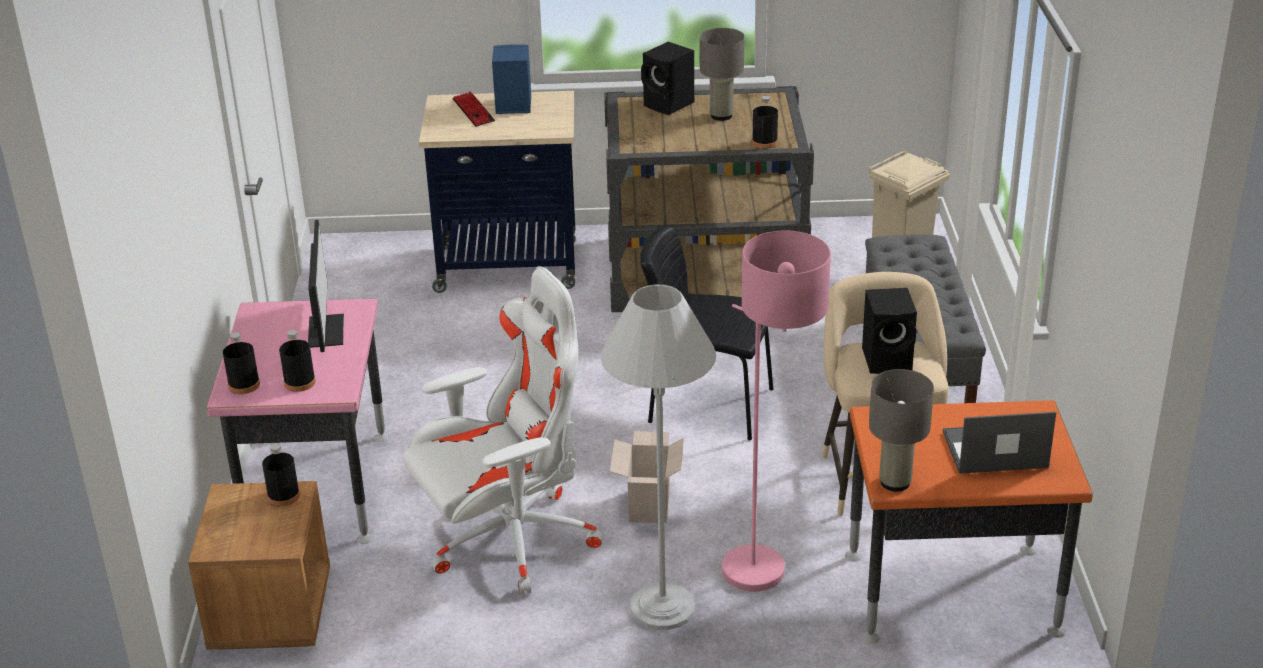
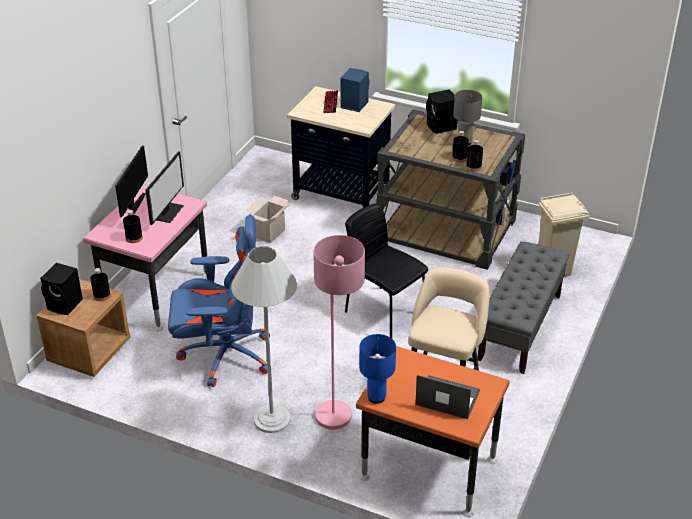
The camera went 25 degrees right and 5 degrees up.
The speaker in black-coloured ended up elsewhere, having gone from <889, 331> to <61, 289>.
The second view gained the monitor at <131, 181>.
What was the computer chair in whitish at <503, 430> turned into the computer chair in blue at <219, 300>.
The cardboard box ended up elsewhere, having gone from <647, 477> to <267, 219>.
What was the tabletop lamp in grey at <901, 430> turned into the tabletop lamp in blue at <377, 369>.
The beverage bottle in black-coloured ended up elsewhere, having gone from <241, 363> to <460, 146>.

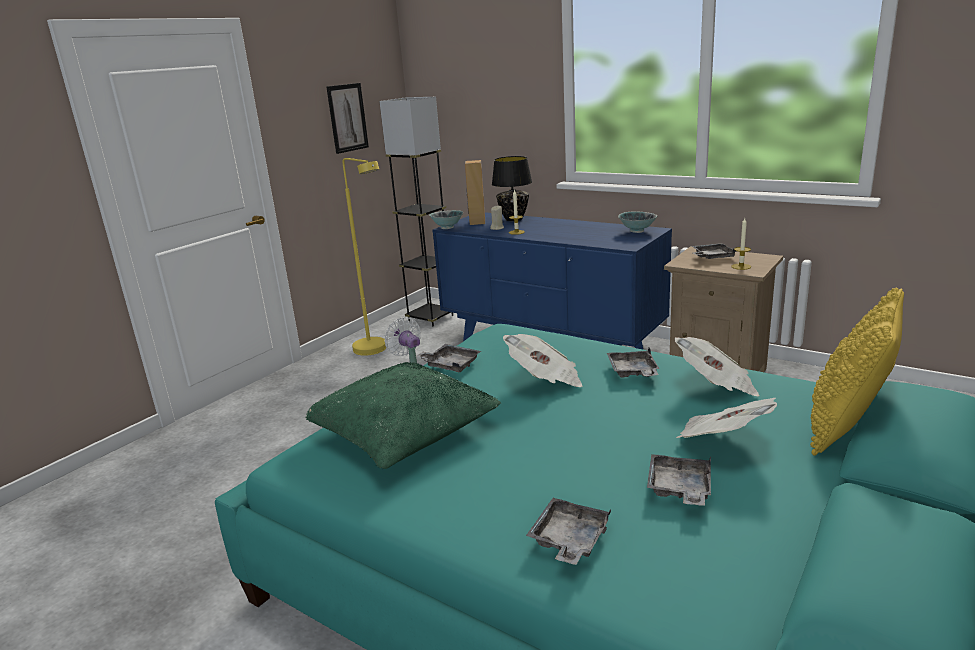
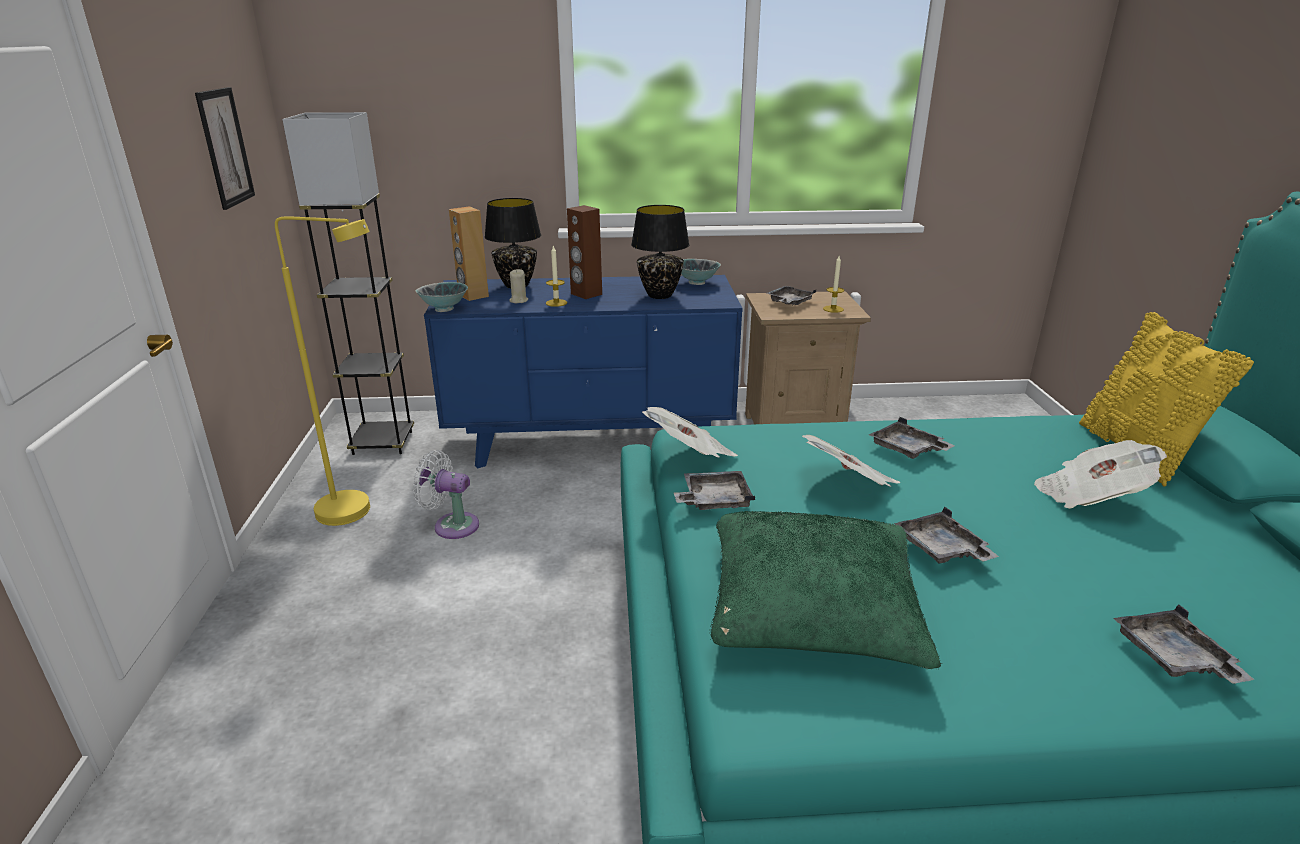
The camera went 40 degrees left and 5 degrees up.
The second view gained the speaker in brown at <584, 252>.
The second view gained the tabletop lamp in black-coloured at <660, 252>.
The printed paper ended up elsewhere, having gone from <717, 366> to <690, 432>.
The carrying tray in grey ended up elsewhere, having gone from <679, 480> to <946, 535>.

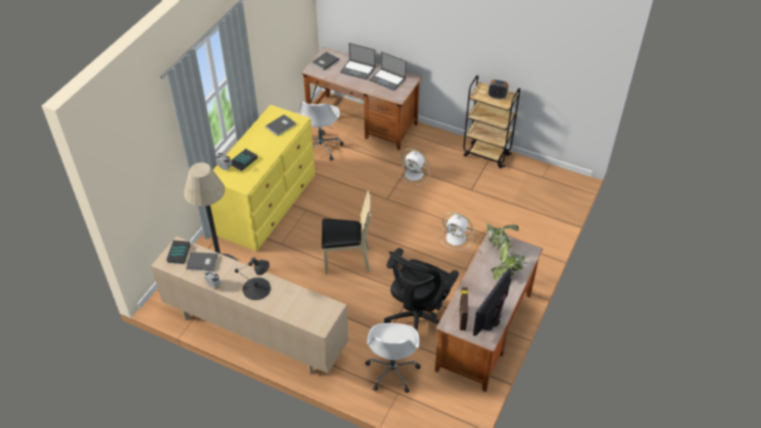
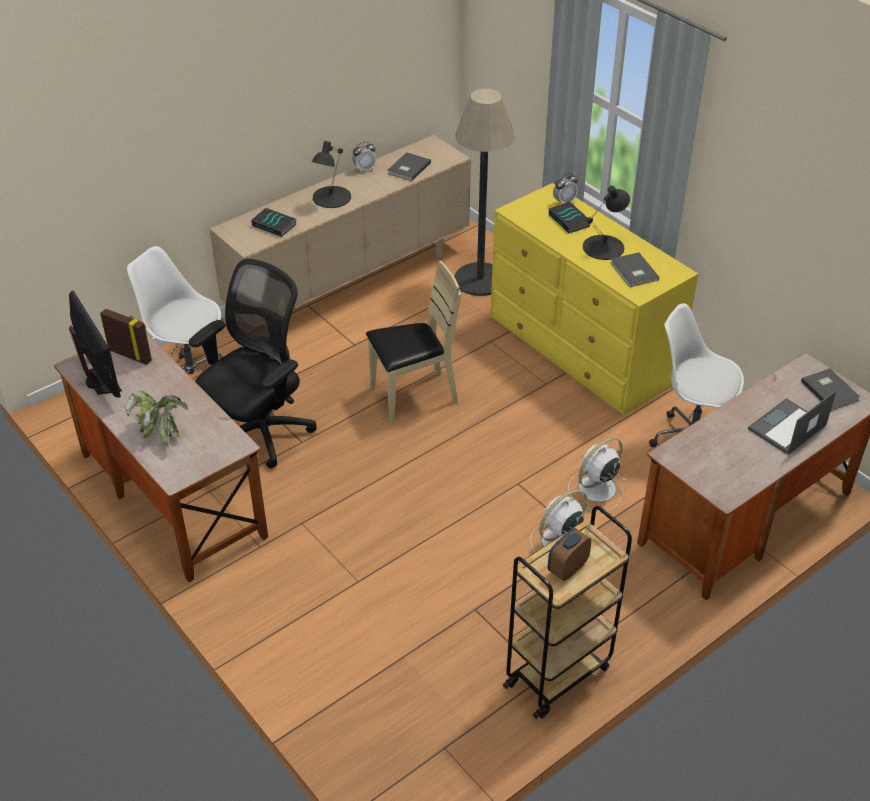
The camera went 115 degrees right and 5 degrees down.
The computer chair in black-coloured at <421, 296> ended up facing another way, 75 degrees clockwise from before.
The book ended up elsewhere, having gone from <178, 252> to <274, 222>.
The upright chair in sand-coloured at <346, 233> ended up facing another way, 135 degrees counterclockwise from before.
The electric fan in whitish ended up elsewhere, having gone from <457, 231> to <597, 474>.
The second view gained the tabletop lamp in black-coloured at <606, 223>.
The second view lost the laptop at <387, 71>.
The second view lost the houseplant at <502, 238>.

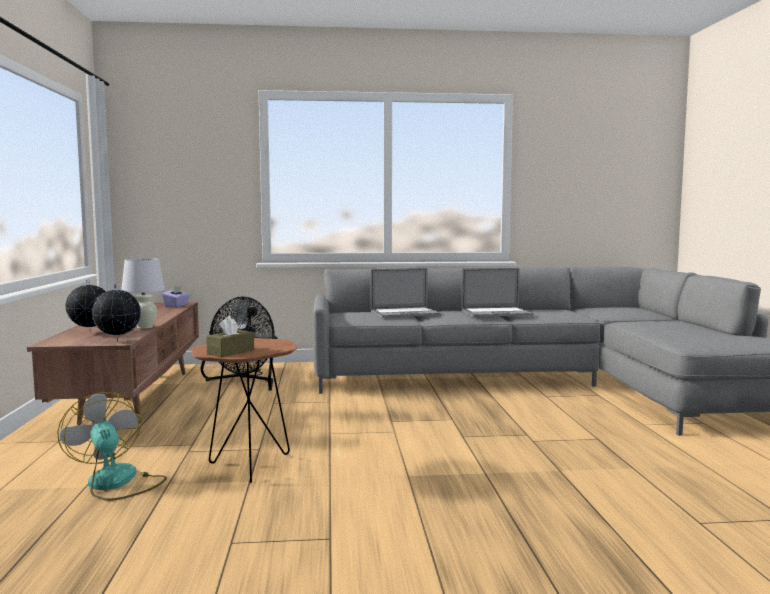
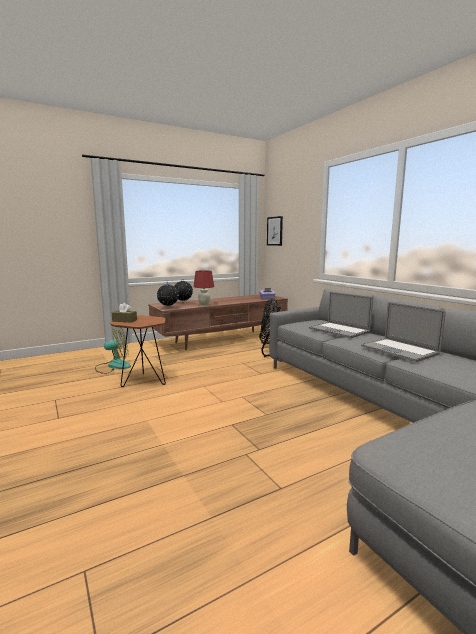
The camera went 65 degrees right and 5 degrees up.
The electric fan at <112, 446> ended up facing another way, 45 degrees clockwise from before.
What was the tabletop lamp in whitish at <143, 293> turned into the tabletop lamp in red at <204, 288>.
The second view gained the wall picture at <275, 231>.

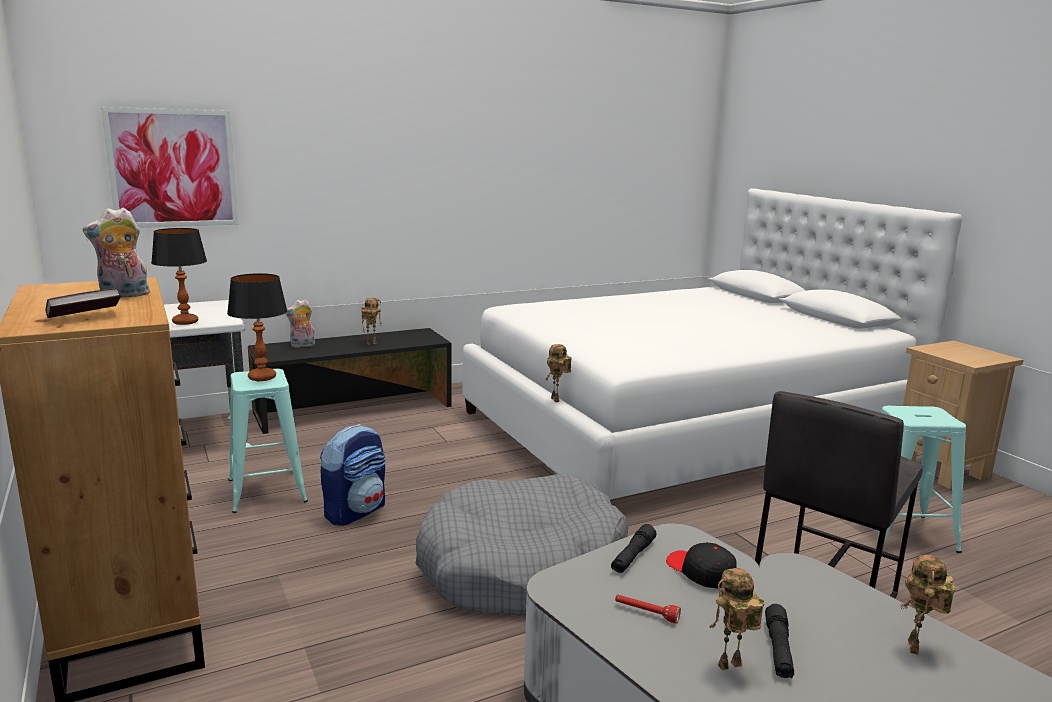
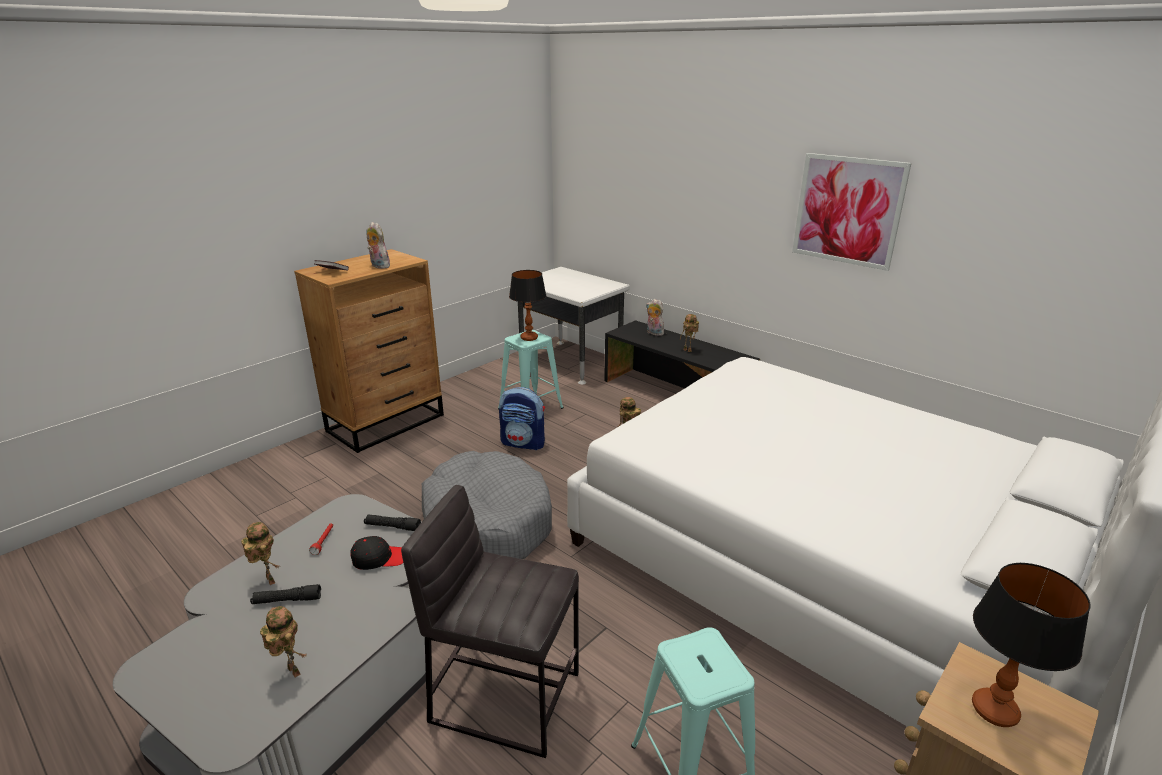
The camera went 70 degrees right and 10 degrees up.
The toy robot at <928, 604> ended up facing another way, 45 degrees clockwise from before.
The baseball cap in black-coloured at <701, 565> ended up facing another way, 45 degrees clockwise from before.
The wall picture ended up elsewhere, having gone from <170, 167> to <851, 212>.
The tabletop lamp ended up elsewhere, having gone from <179, 276> to <1031, 645>.

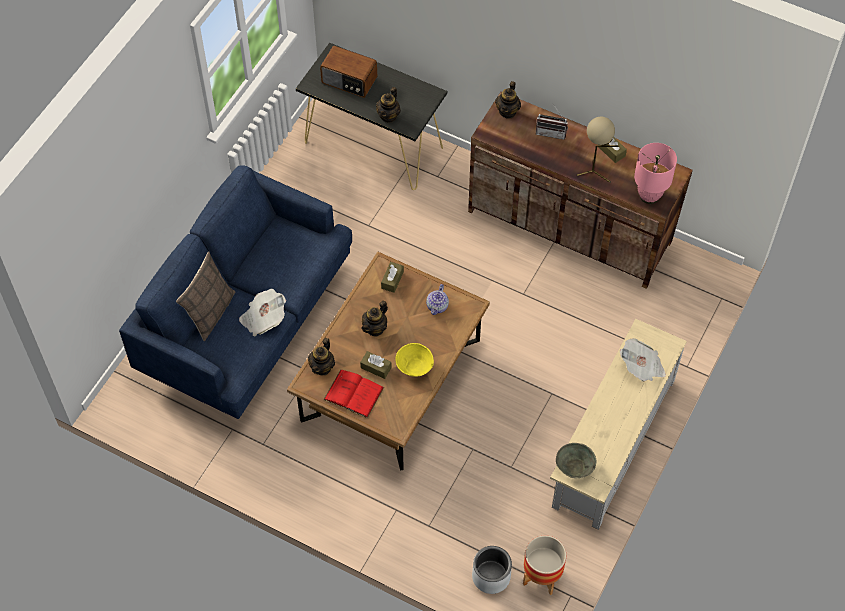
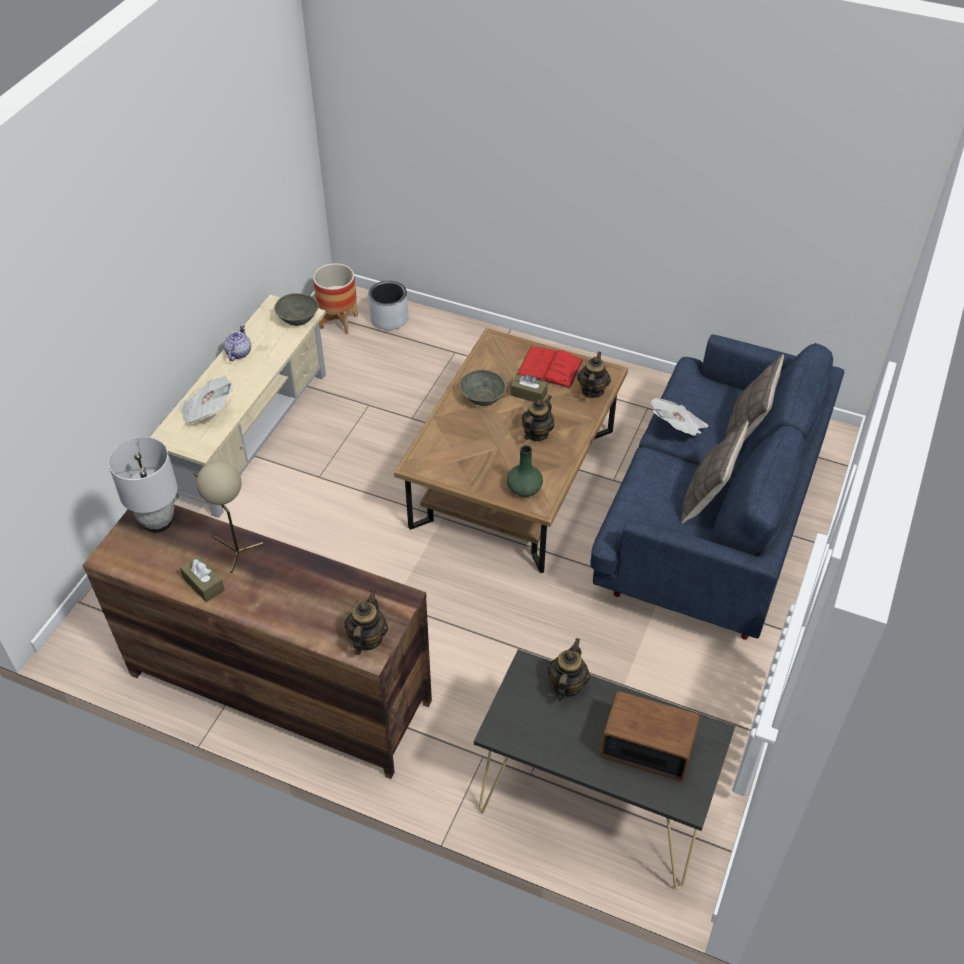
The camera went 175 degrees right and 10 degrees down.
What was the tabletop lamp in pink at <655, 173> turned into the tabletop lamp in whitish at <143, 485>.
The teapot ended up elsewhere, having gone from <437, 299> to <237, 342>.
What was the deep dish in yellowish at <414, 360> turned into the deep dish in grey at <483, 388>.
Where the tissue box in brown stood at <392, 277>, the decorative vase in greenish came to stand at <525, 471>.
The second view gained the cushion at <715, 472>.
The second view lost the radio receiver at <552, 122>.

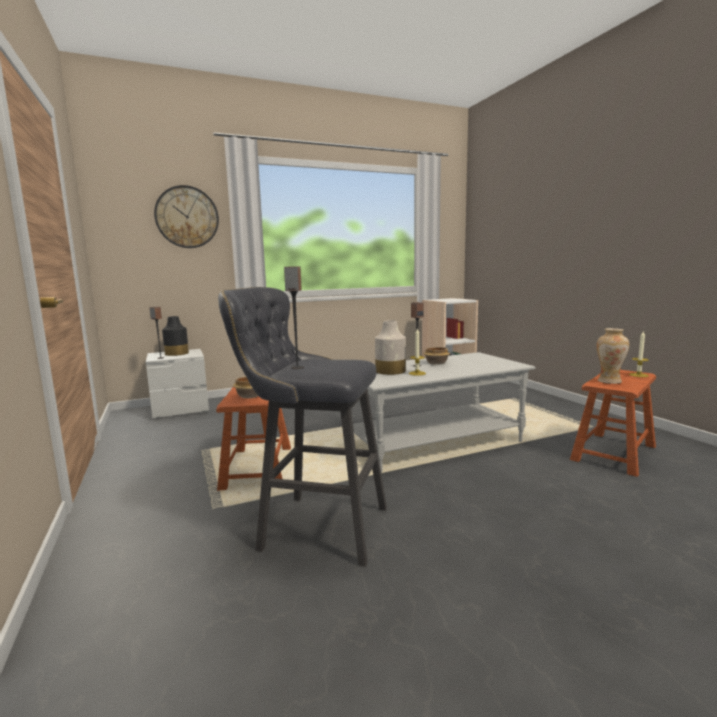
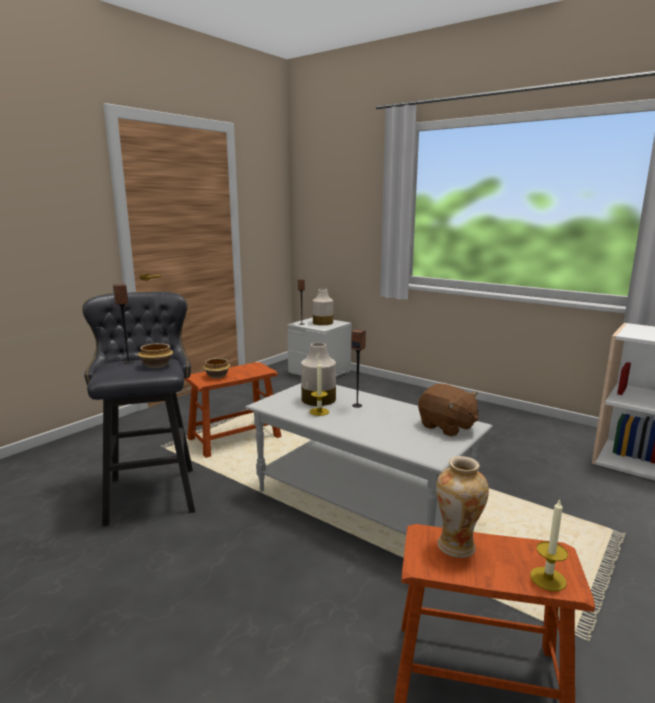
The camera went 60 degrees right and 5 degrees up.
The deep dish ended up elsewhere, having gone from <437, 356> to <155, 355>.
What was the decorative vase in black-coloured at <175, 336> turned into the decorative vase in sand-coloured at <323, 307>.
The second view gained the cuddly toy in brown at <448, 410>.
The second view lost the hanging clock at <186, 216>.

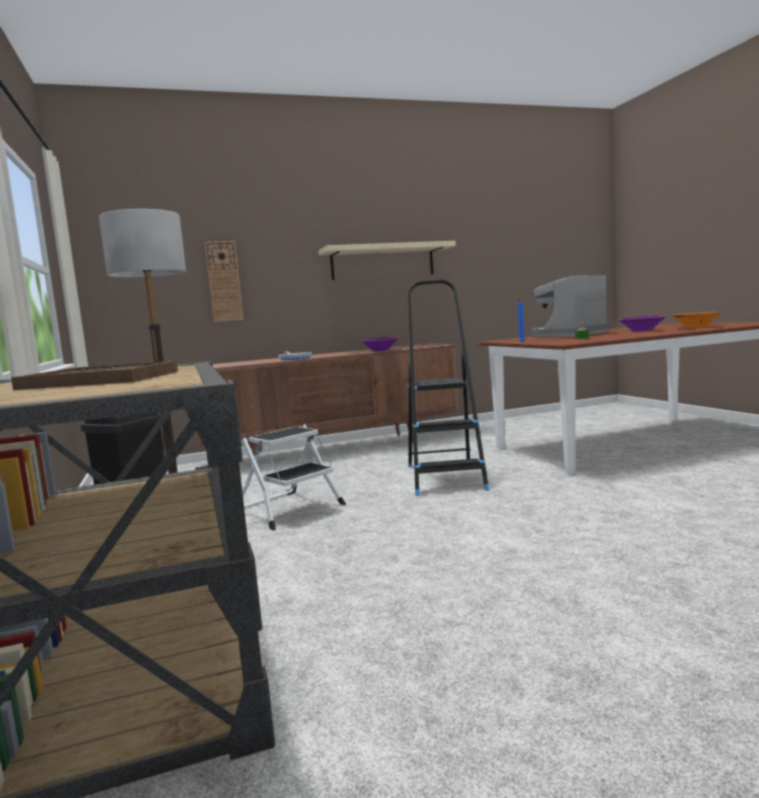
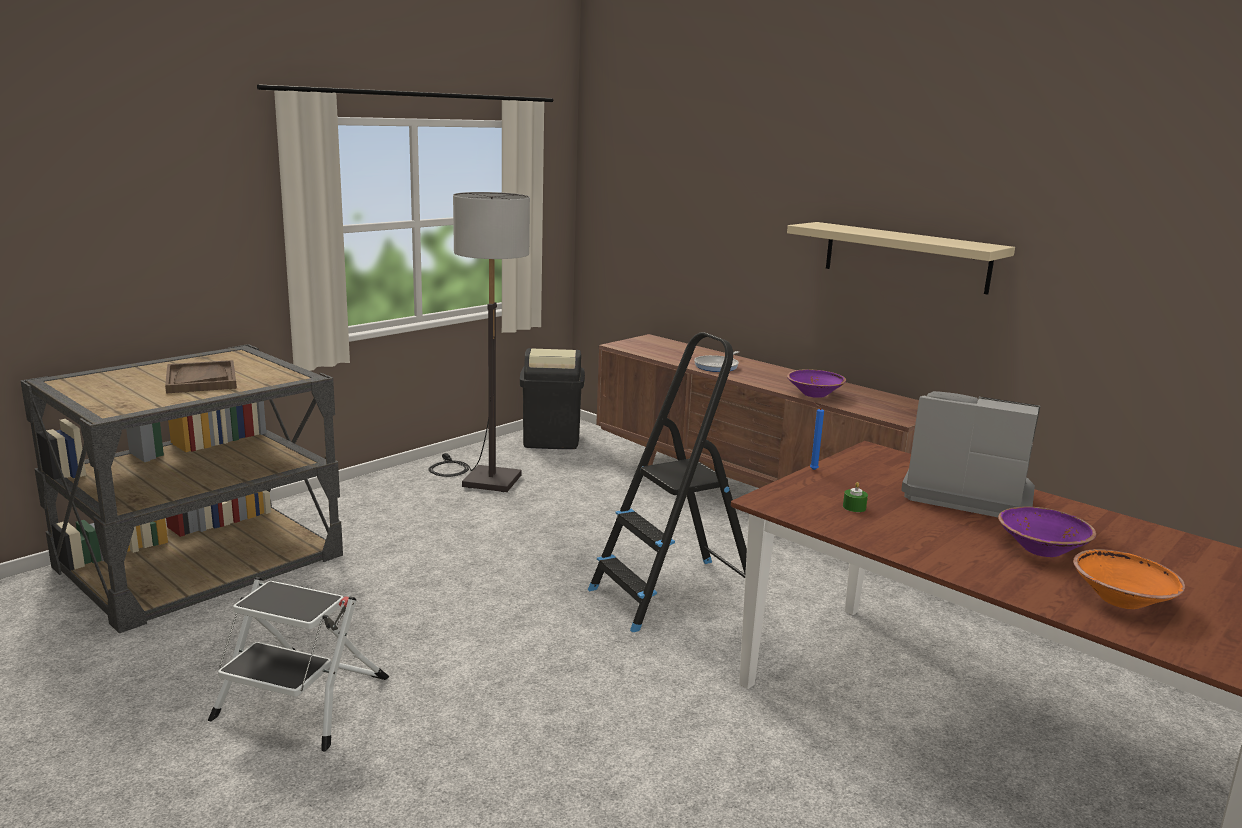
The camera went 60 degrees right and 10 degrees up.
The step stool ended up elsewhere, having gone from <293, 476> to <298, 664>.
The second view lost the hanging clock at <224, 281>.

